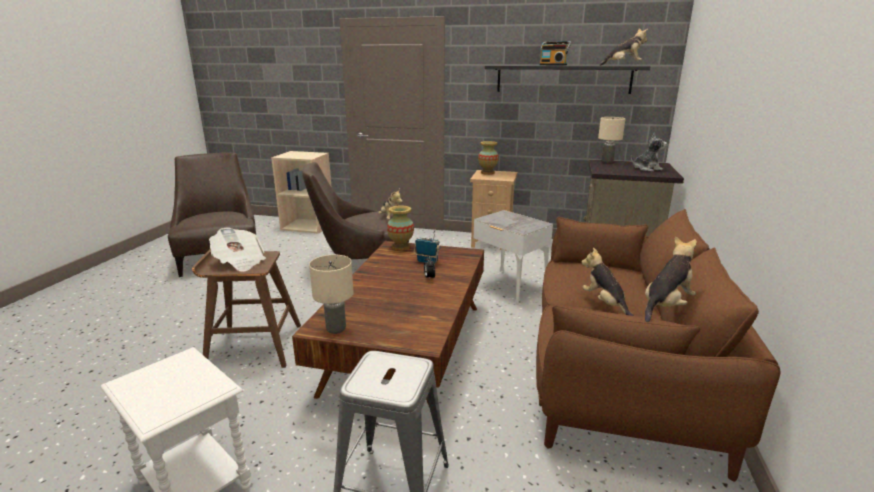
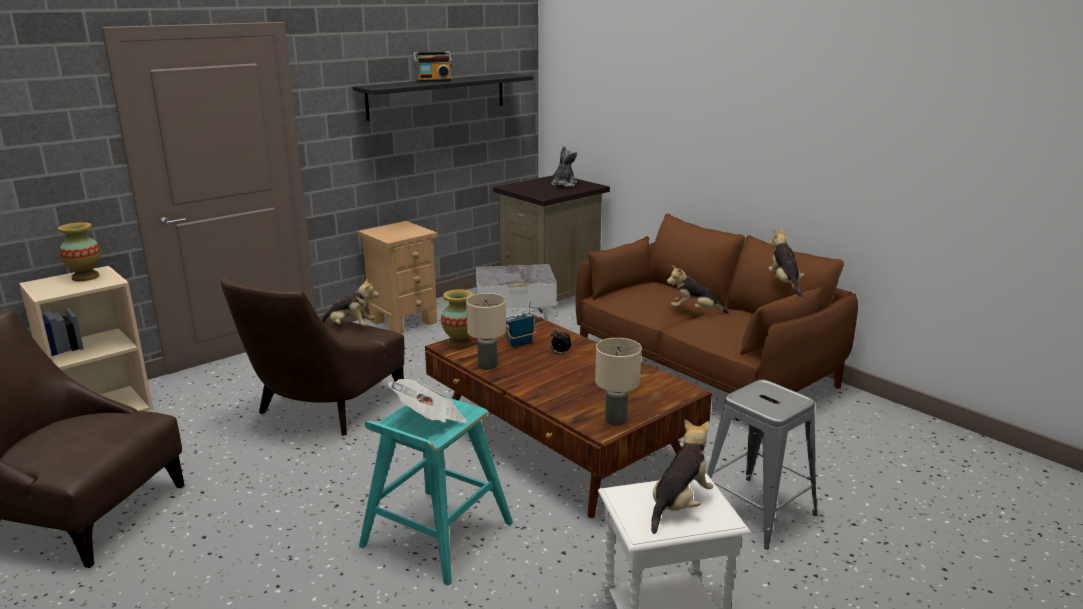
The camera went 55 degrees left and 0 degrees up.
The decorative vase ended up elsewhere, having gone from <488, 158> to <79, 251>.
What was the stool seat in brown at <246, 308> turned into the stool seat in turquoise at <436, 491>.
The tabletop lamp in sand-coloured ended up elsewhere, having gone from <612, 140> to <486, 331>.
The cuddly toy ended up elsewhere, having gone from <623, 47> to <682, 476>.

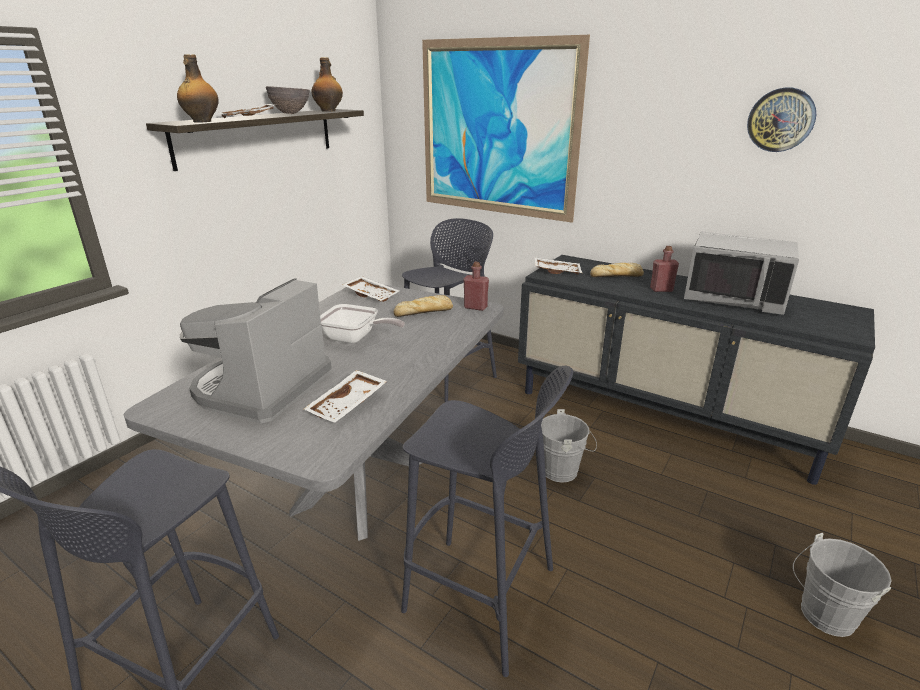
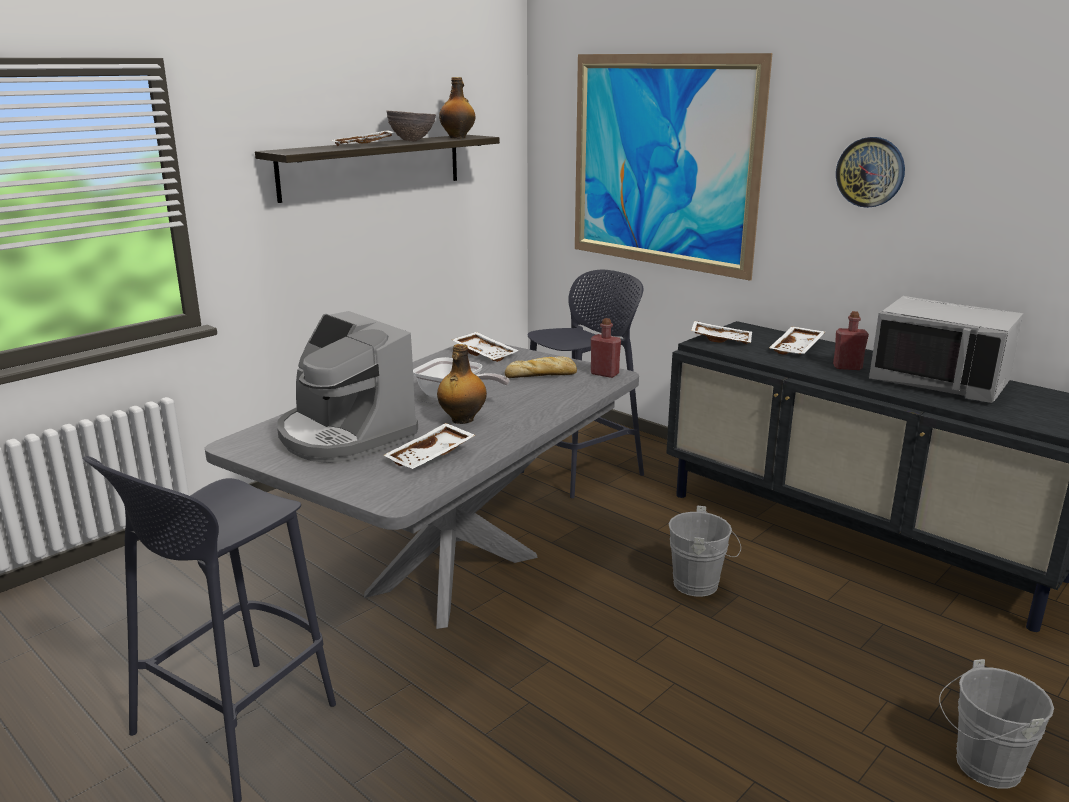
The camera went 10 degrees right and 5 degrees down.
The coffee machine at <256, 350> ended up facing another way, 75 degrees counterclockwise from before.
The beverage bottle ended up elsewhere, having gone from <198, 88> to <462, 384>.
Where the bakery bread stood at <617, 270>, the carrying tray in whitish came to stand at <797, 340>.
The hanging clock ended up elsewhere, having gone from <781, 119> to <870, 172>.
The second view lost the stool seat in grey at <487, 521>.

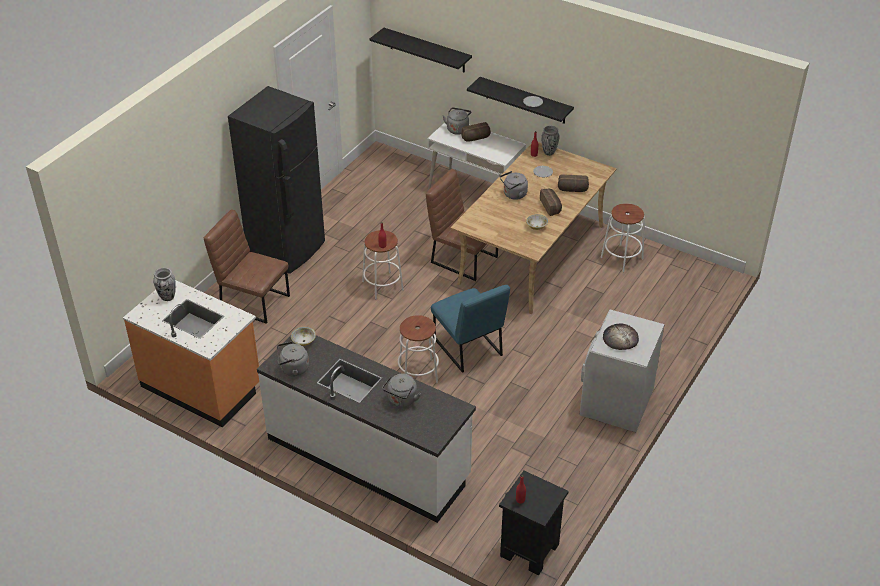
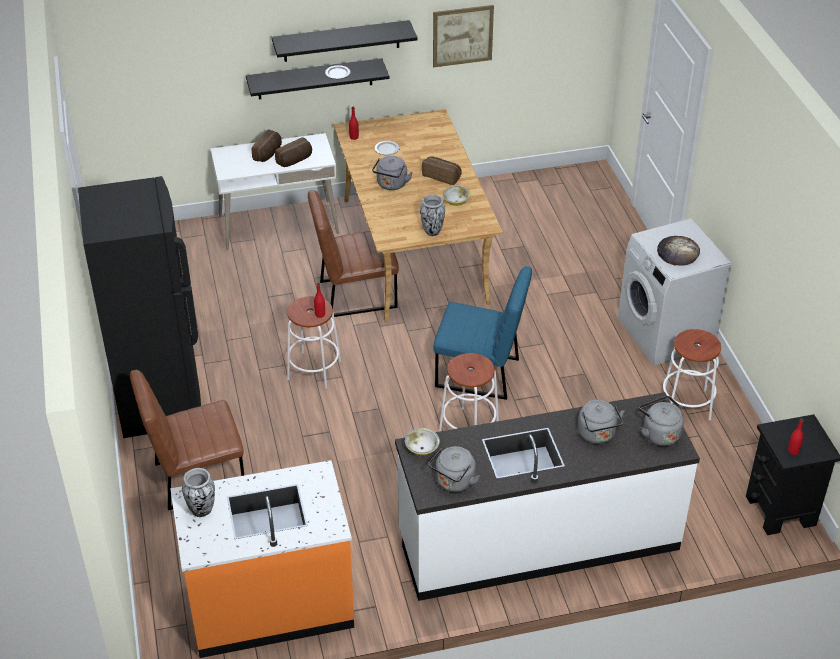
The camera went 45 degrees left and 0 degrees up.
The bracket shelf in black-coloured ended up elsewhere, having gone from <421, 50> to <345, 41>.
The bakery bread ended up elsewhere, having gone from <573, 183> to <293, 152>.
The decorative vase ended up elsewhere, having gone from <550, 141> to <432, 215>.
The second view gained the wall picture at <463, 36>.
The kettle in grey ended up elsewhere, having gone from <457, 121> to <661, 421>.
The stool seat in whitish ended up elsewhere, having gone from <623, 237> to <692, 375>.

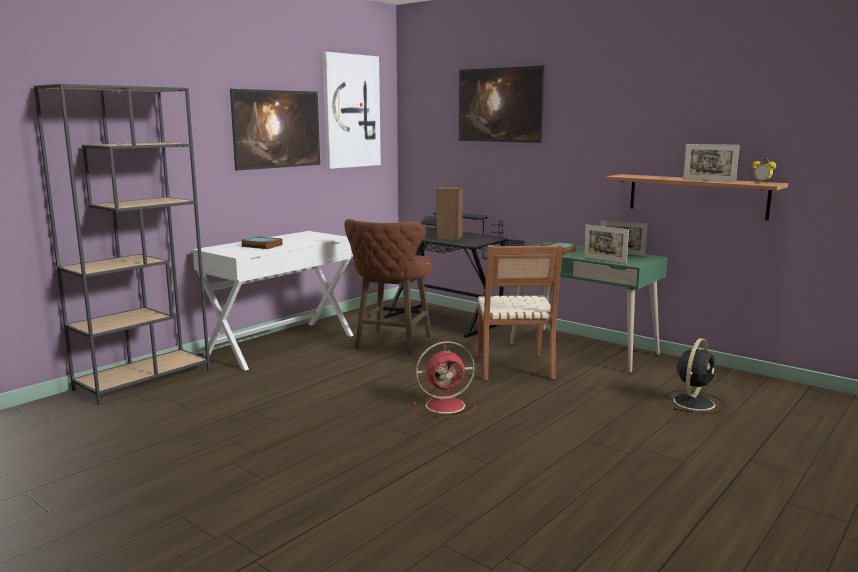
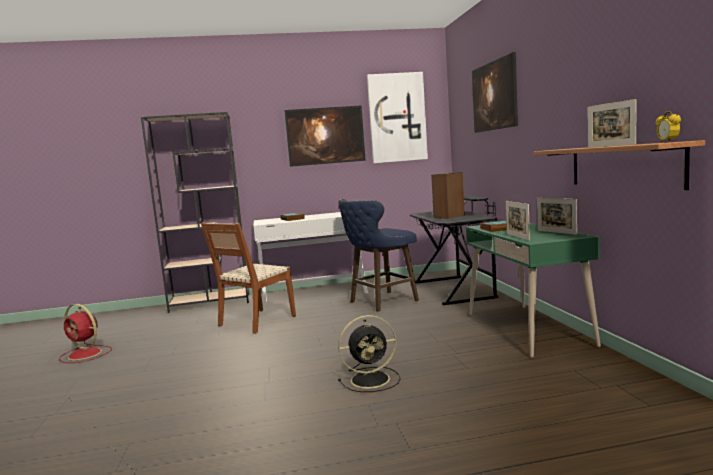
The camera went 40 degrees right and 5 degrees down.
The electric fan in red ended up elsewhere, having gone from <444, 379> to <85, 333>.
The upright chair ended up elsewhere, having gone from <520, 312> to <248, 278>.
The electric fan in black-coloured ended up elsewhere, having gone from <695, 376> to <369, 353>.
What was the stool seat in brown at <388, 287> turned into the stool seat in blue at <379, 255>.

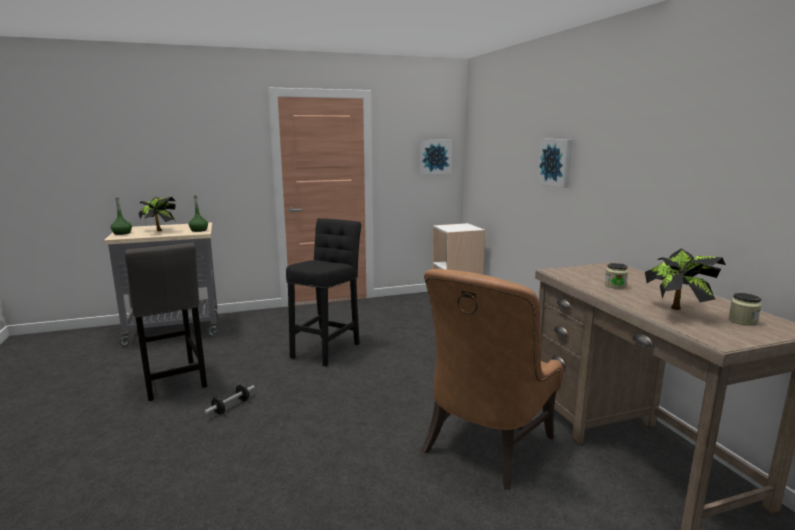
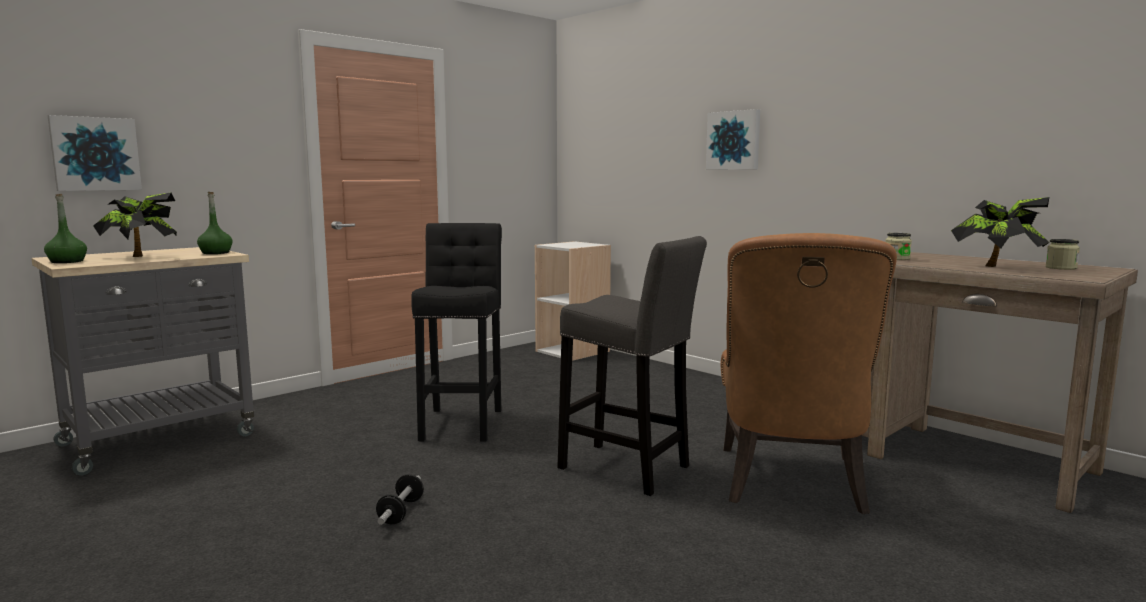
The camera went 25 degrees left and 5 degrees down.
The wall picture ended up elsewhere, having gone from <435, 157> to <95, 153>.
The stool seat in grey ended up elsewhere, having gone from <166, 321> to <632, 366>.

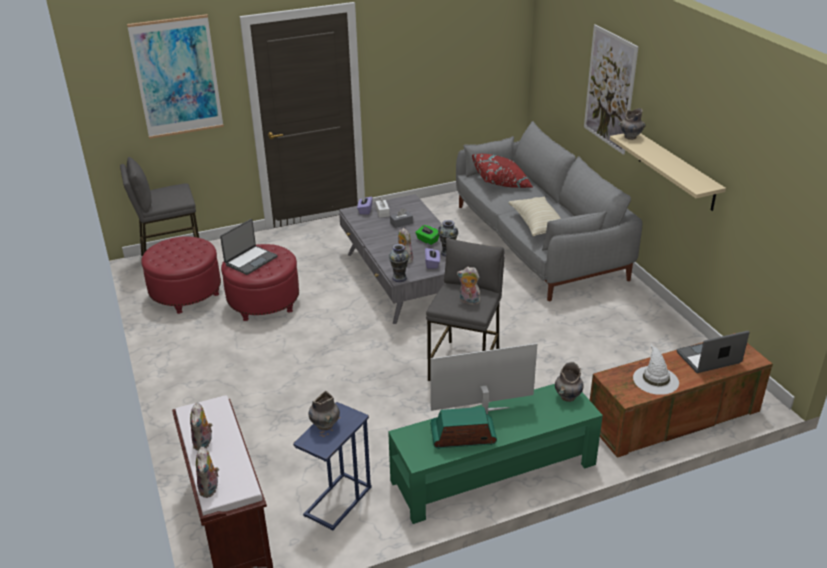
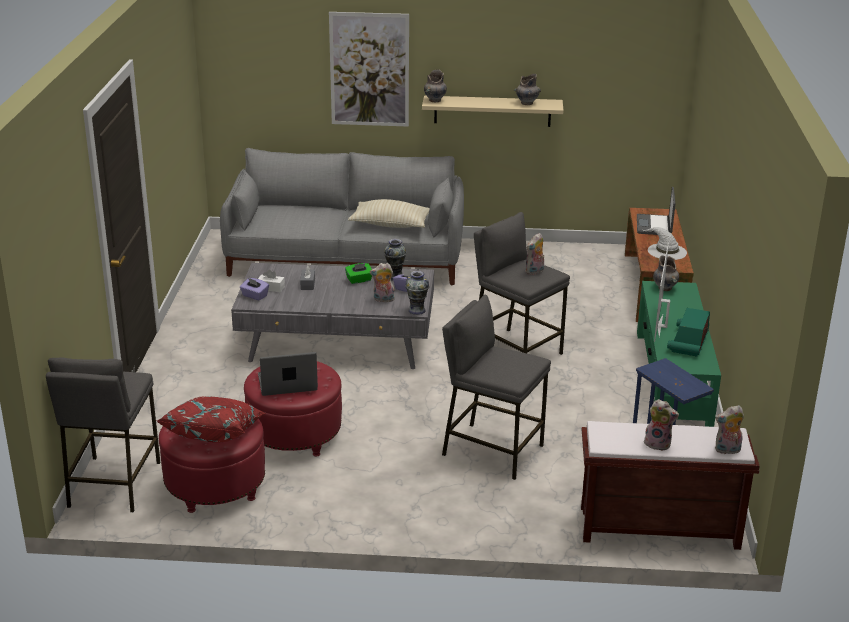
The camera went 65 degrees left and 5 degrees down.
The cushion in red ended up elsewhere, having gone from <502, 170> to <211, 419>.
The laptop at <248, 247> ended up facing another way, 75 degrees counterclockwise from before.
The second view gained the stool seat in grey at <496, 387>.
The decorative vase in grey ended up elsewhere, having gone from <324, 410> to <527, 89>.
The cuddly toy at <207, 472> ended up facing another way, 150 degrees clockwise from before.
The second view lost the wall picture at <175, 76>.

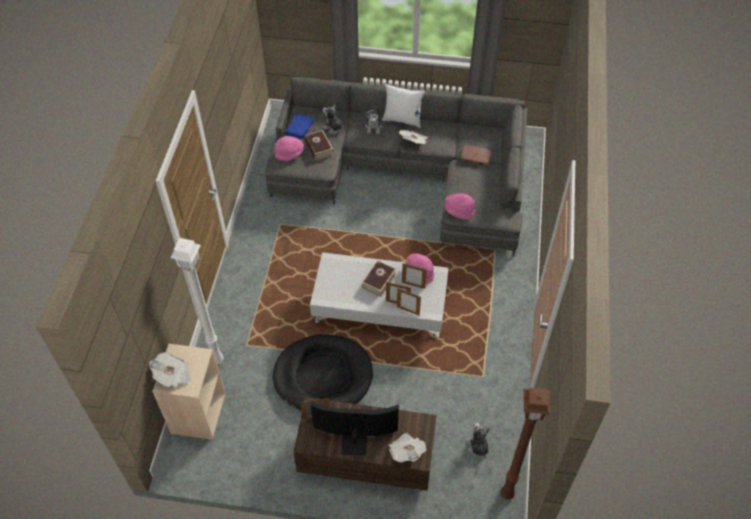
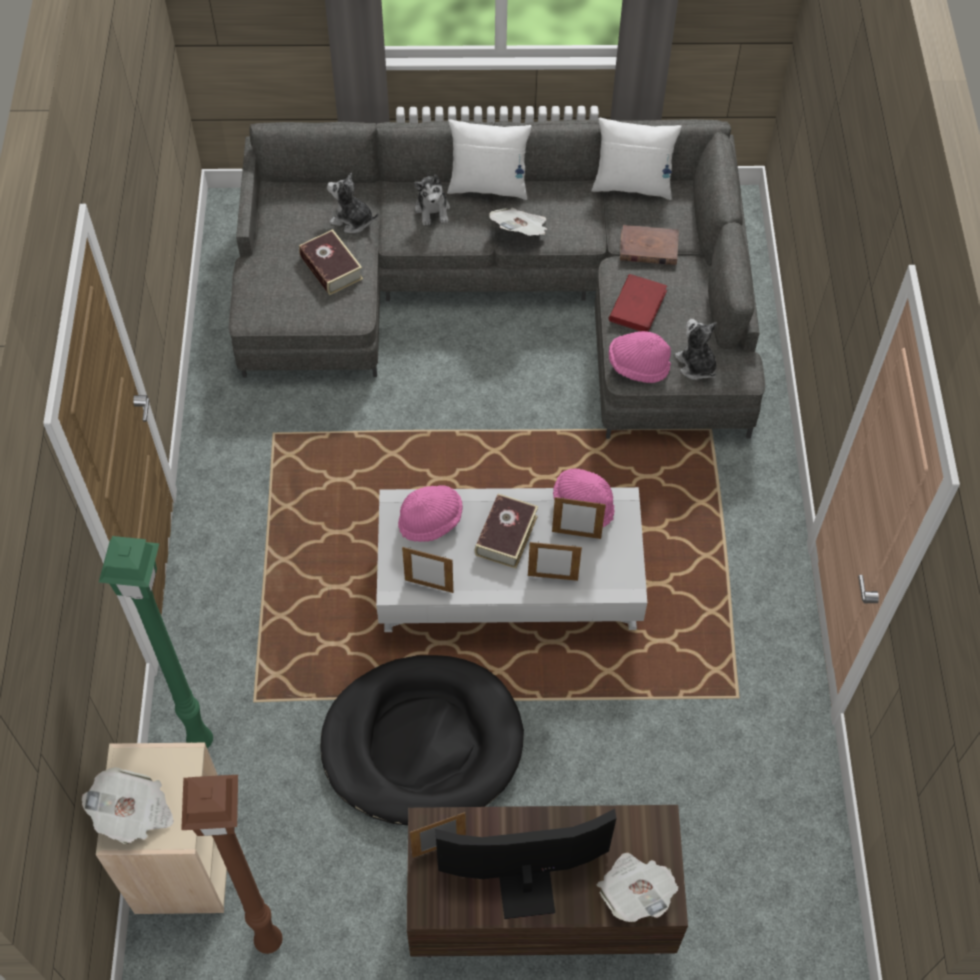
The camera went 10 degrees left and 5 degrees up.
What was the standing lamp in whitish at <196, 301> turned into the standing lamp in greenish at <156, 642>.
The standing lamp in brown ended up elsewhere, having gone from <525, 443> to <232, 864>.
The hat in pink ended up elsewhere, having gone from <289, 148> to <430, 513>.
The photo frame ended up elsewhere, having gone from <409, 302> to <427, 570>.
The second view gained the cushion in whitish at <636, 159>.
The second view gained the book in red at <638, 303>.
The cuddly toy ended up elsewhere, having gone from <478, 440> to <695, 349>.
The second view lost the book in blue at <299, 126>.

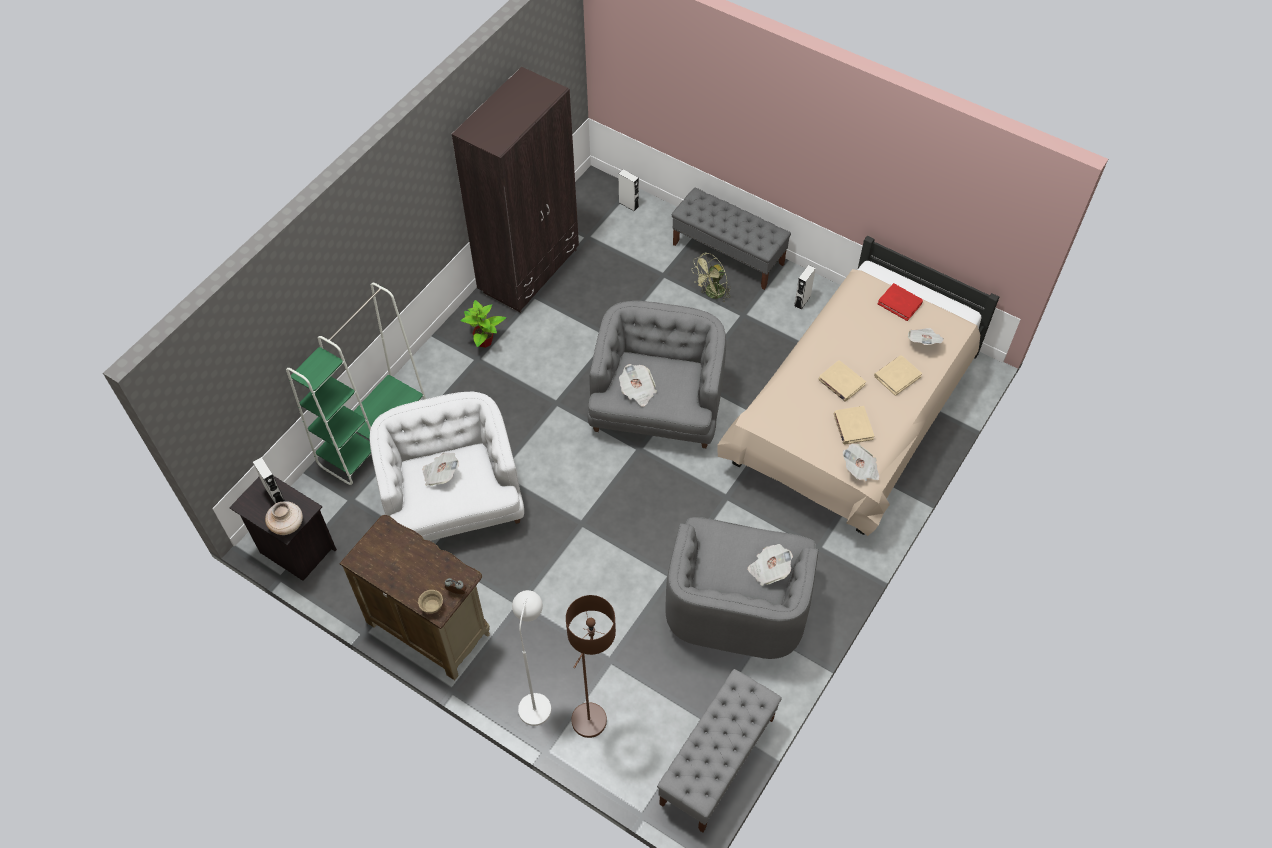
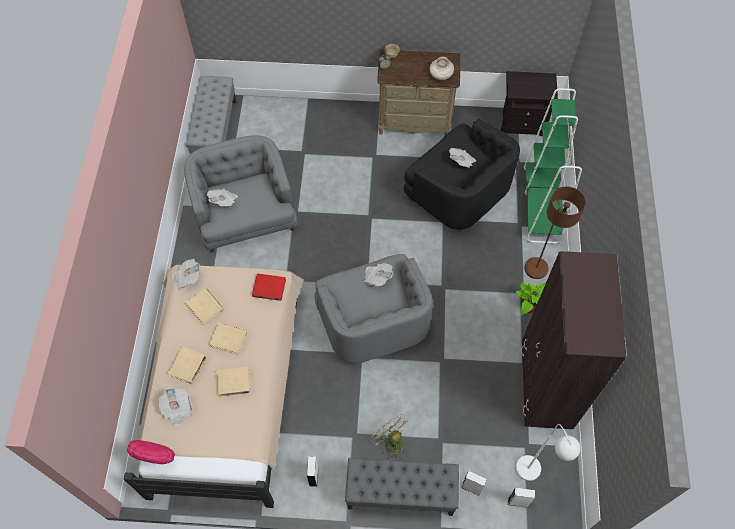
The camera went 150 degrees right and 5 degrees up.
The second view gained the cushion in pink at <151, 452>.
The second view gained the book in sand-coloured at <233, 381>.
The book in red ended up elsewhere, having gone from <900, 302> to <269, 287>.
The electric fan in greenish at <710, 277> ended up facing another way, 60 degrees counterclockwise from before.
What was the easy chair in whitish at <447, 466> turned into the easy chair in black-coloured at <462, 175>.
The decorative vase in sand-coloured ended up elsewhere, having gone from <284, 518> to <442, 68>.
The speaker in whitish ended up elsewhere, having gone from <269, 480> to <474, 483>.
The standing lamp in whitish ended up elsewhere, having gone from <531, 658> to <548, 452>.
The standing lamp in brown ended up elsewhere, having gone from <591, 666> to <555, 233>.

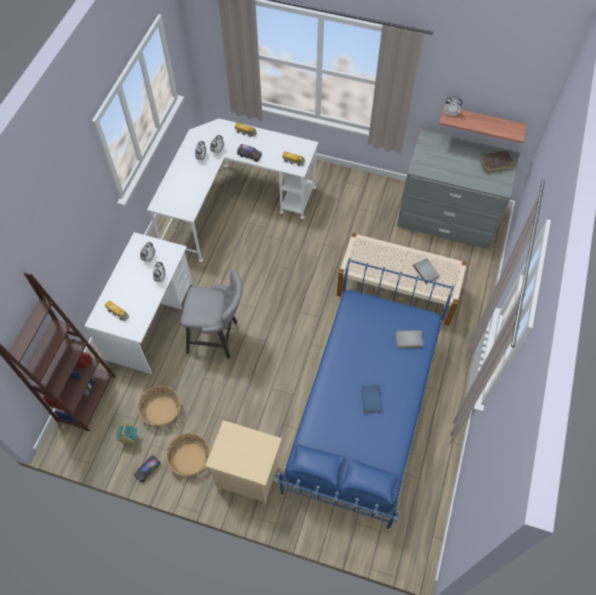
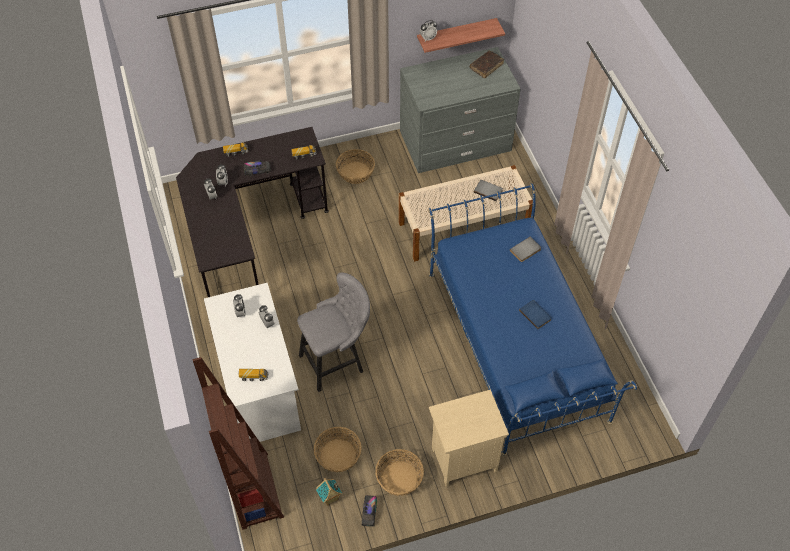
The camera went 35 degrees left and 5 degrees down.
What was the desk unit in whitish at <232, 190> turned into the desk unit in black-coloured at <252, 212>.
The second view gained the basket at <355, 166>.

